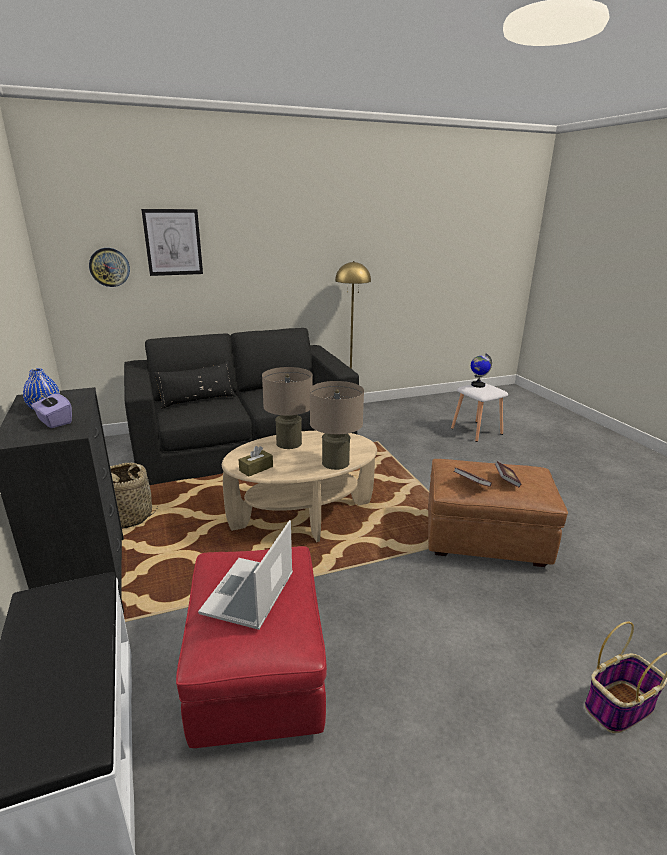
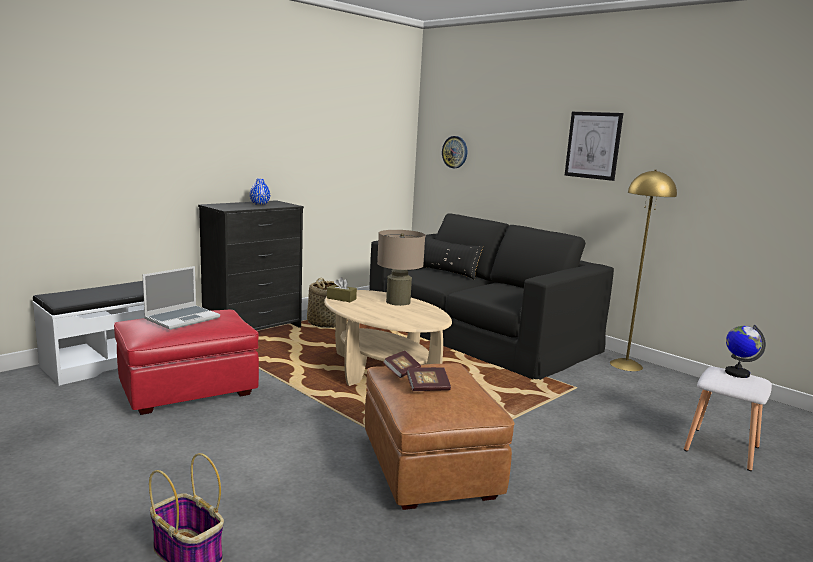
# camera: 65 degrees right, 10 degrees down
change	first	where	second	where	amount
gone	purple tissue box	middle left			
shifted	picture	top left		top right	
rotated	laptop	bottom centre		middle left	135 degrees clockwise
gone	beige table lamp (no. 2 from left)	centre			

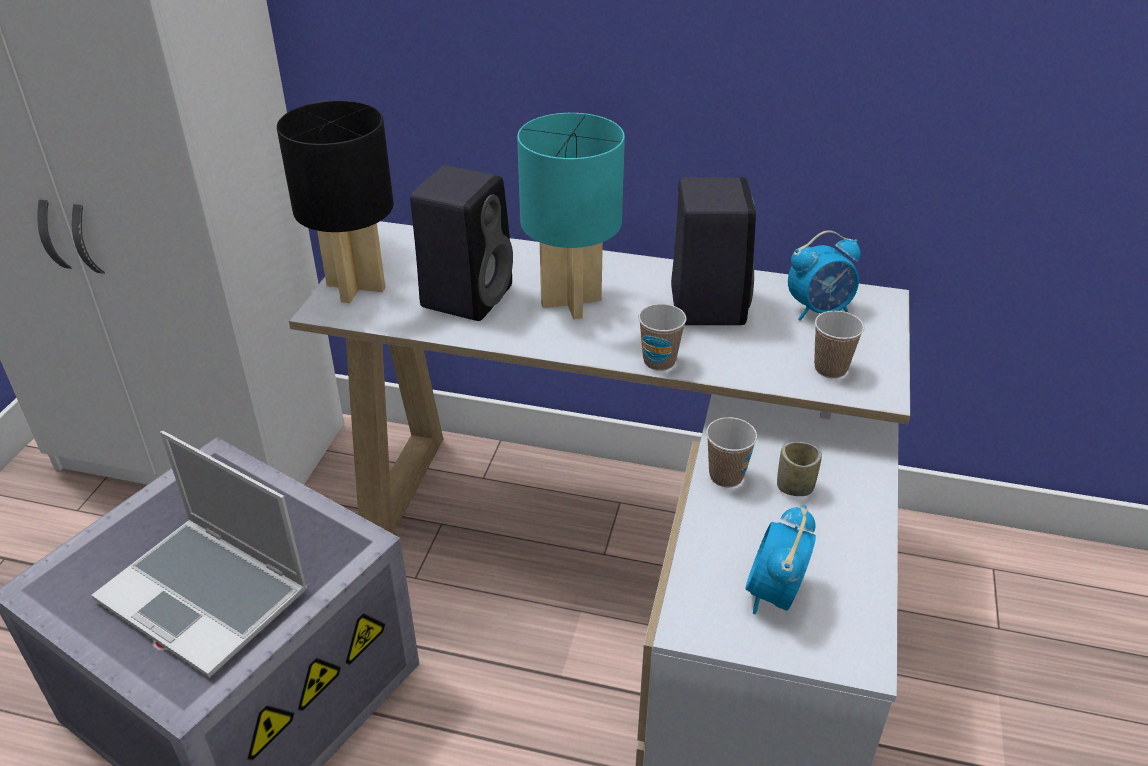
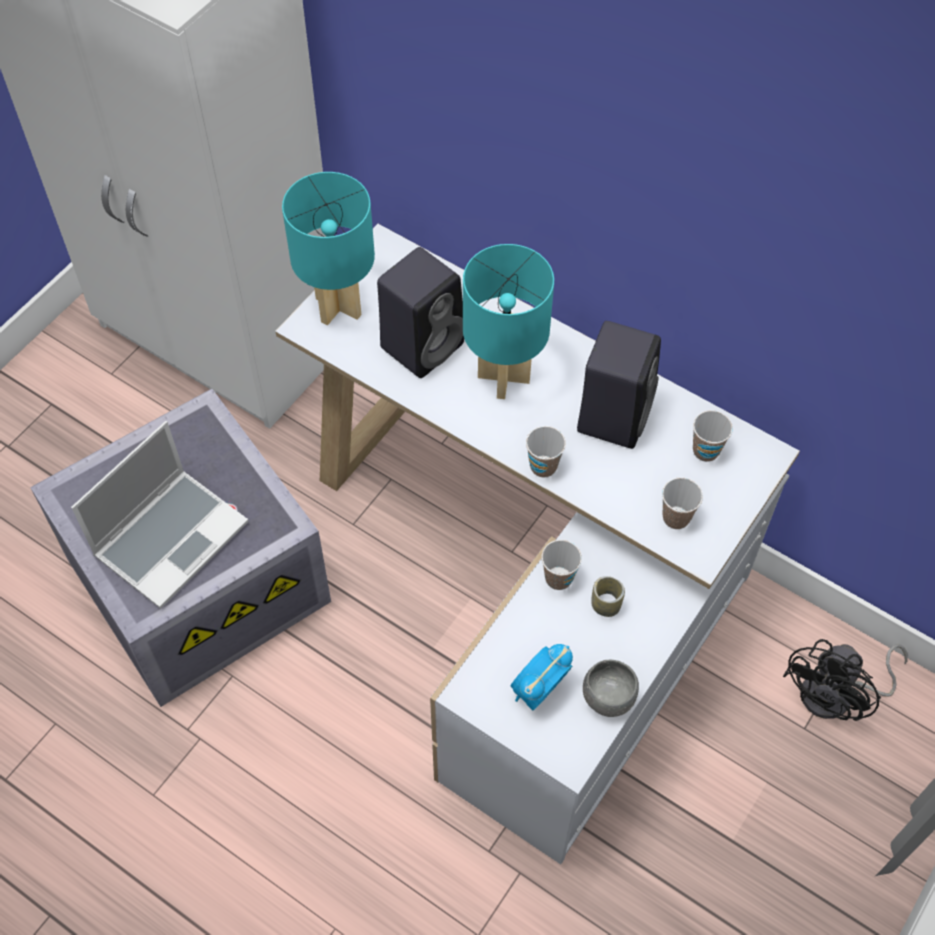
# camera: 20 degrees right, 20 degrees up
change	first	where	second	where	amount
rotated	laptop	bottom left		middle left	105 degrees counterclockwise
repainted	black table lamp	top left	turquoise table lamp (no. 1 from left)	top centre	
swapped	alarm clock (no. 2 from left)	middle right	cup (no. 5 from left)	middle right	
new			grey bowl	bottom centre	
new			black fan	bottom right	

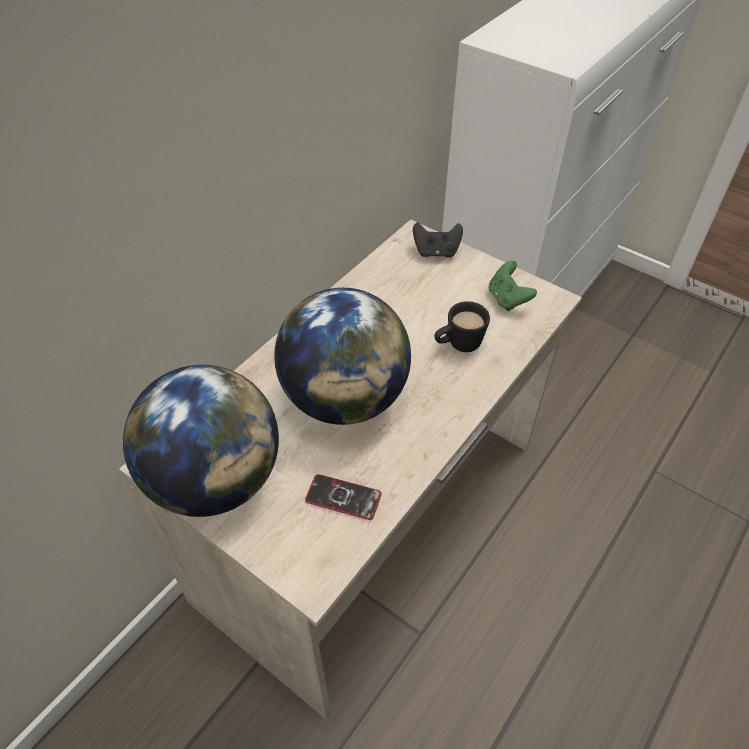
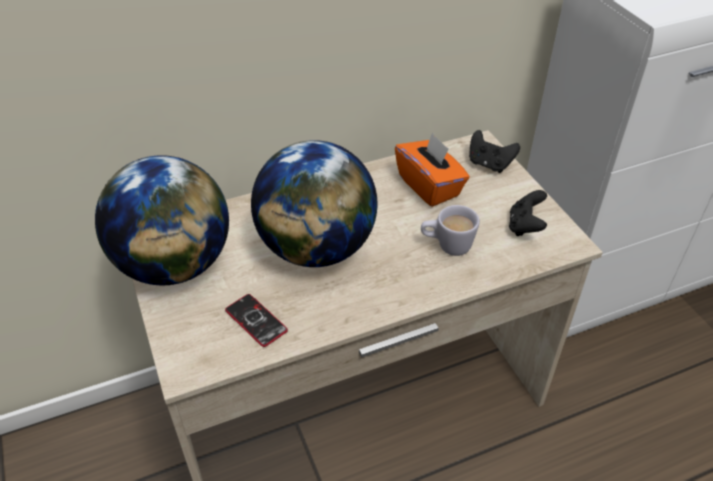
# camera: 30 degrees right, 5 degrees down
change	first	where	second	where	amount
repainted	black mug	centre	white mug	centre	
repainted	green game controller	middle right	black game controller (no. 2 from left)	middle right	
new			orange tissue box	centre	

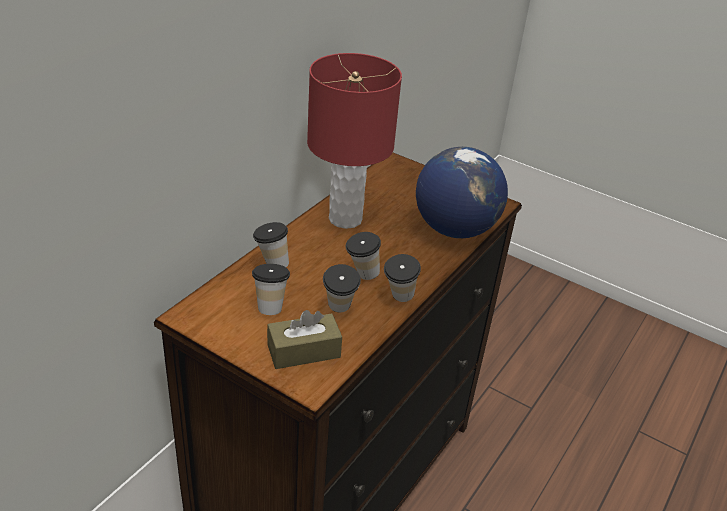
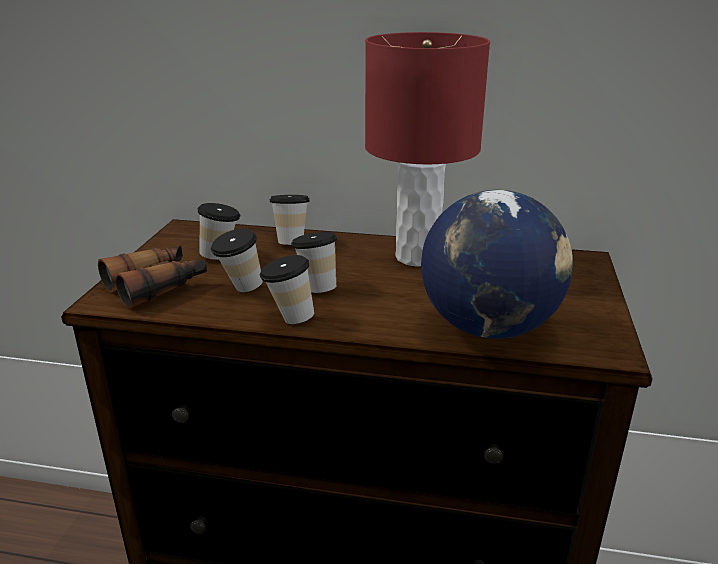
# camera: 70 degrees right, 10 degrees down
change	first	where	second	where	amount
swapped	brown tissue box	centre	binoculars	middle left	

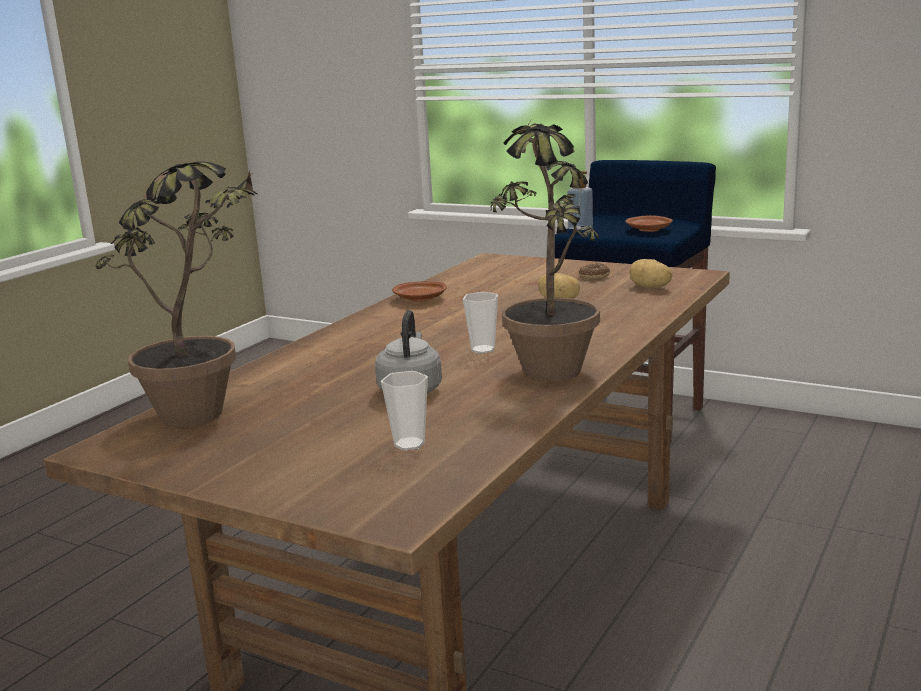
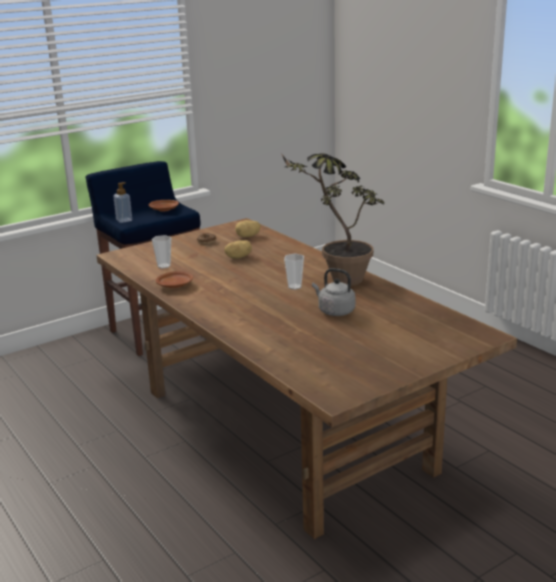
# camera: 65 degrees left, 5 degrees up
change	first	where	second	where	amount
gone	potted plant (no. 1 from left)	middle left			
shifted	cup (no. 1 from left)	centre		middle left	

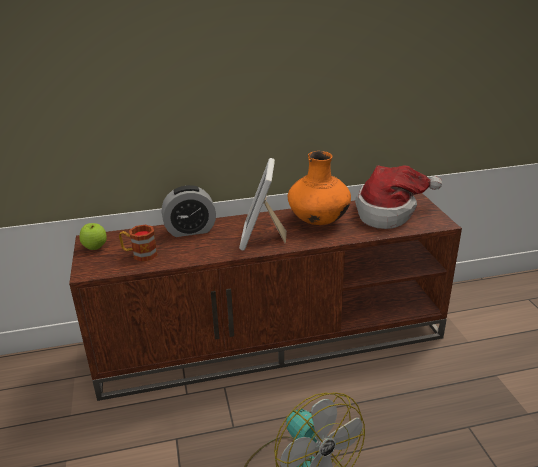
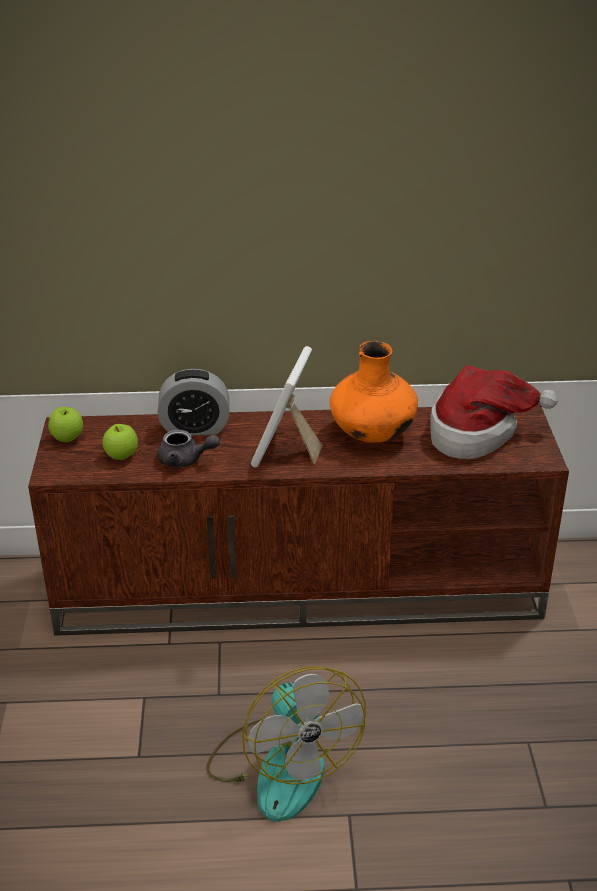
# camera: 10 degrees right, 5 degrees up
change	first	where	second	where	amount
swapped	mug	middle left	apple (no. 2 from left)	middle left	
new			grey teapot	middle left	

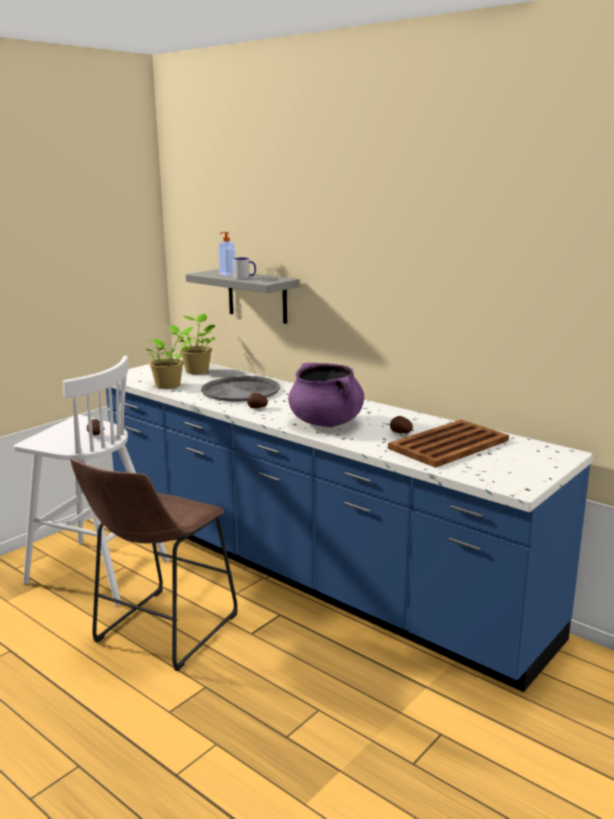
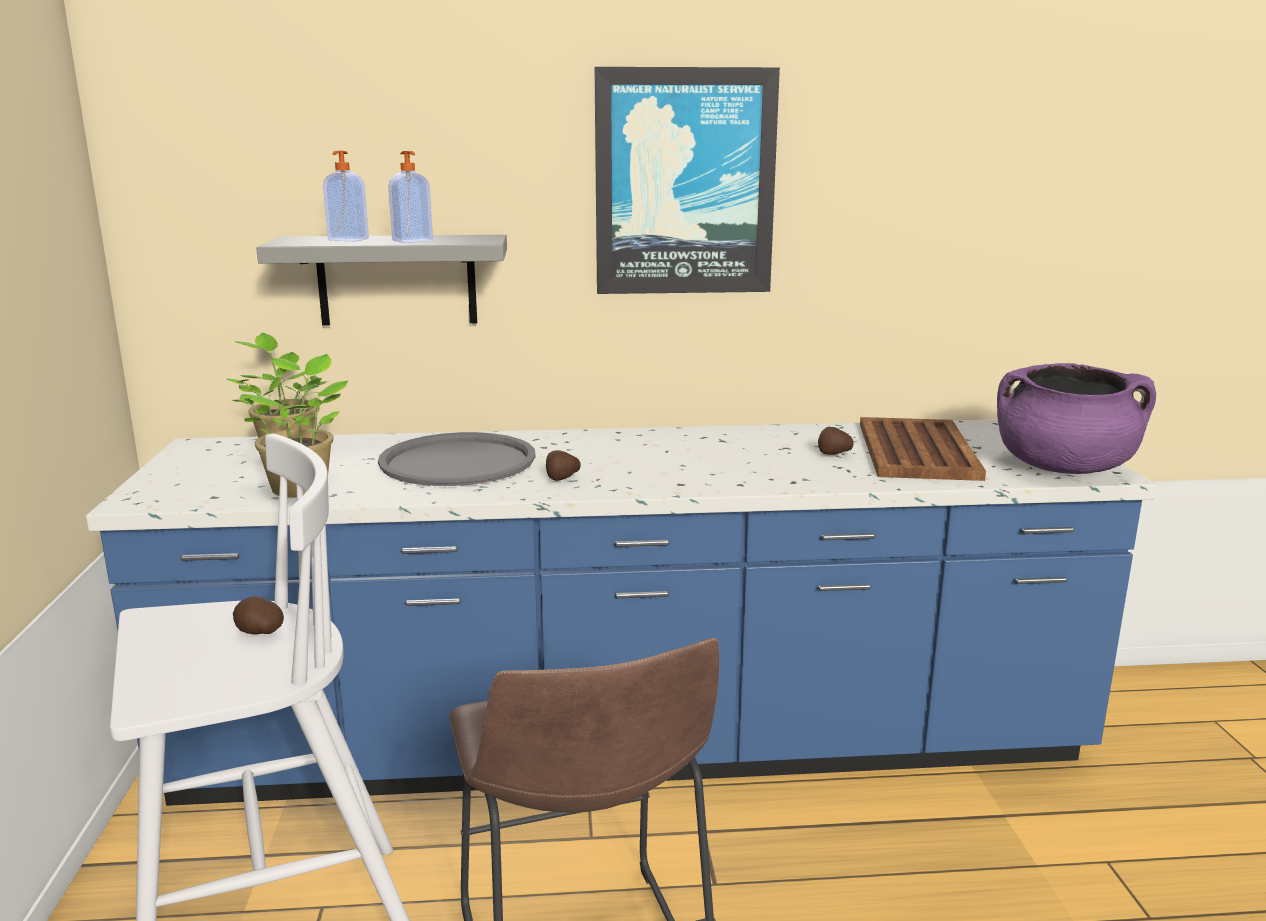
# camera: 45 degrees left, 0 degrees up
change	first	where	second	where	amount
swapped	mug	top centre	soap dispenser (no. 2 from left)	top left	
shifted	purple cooking pot	centre		middle right	
new			picture	top centre	

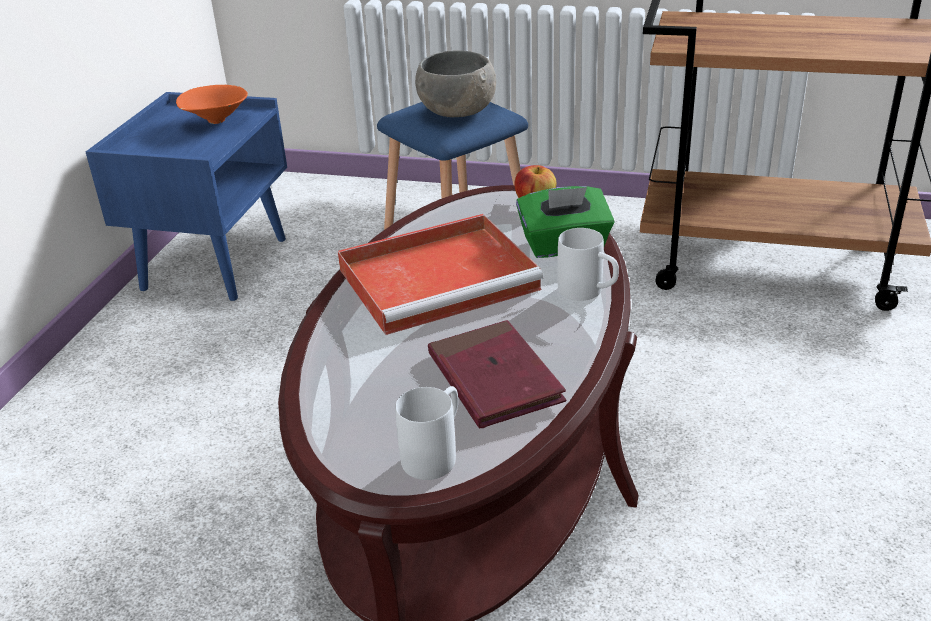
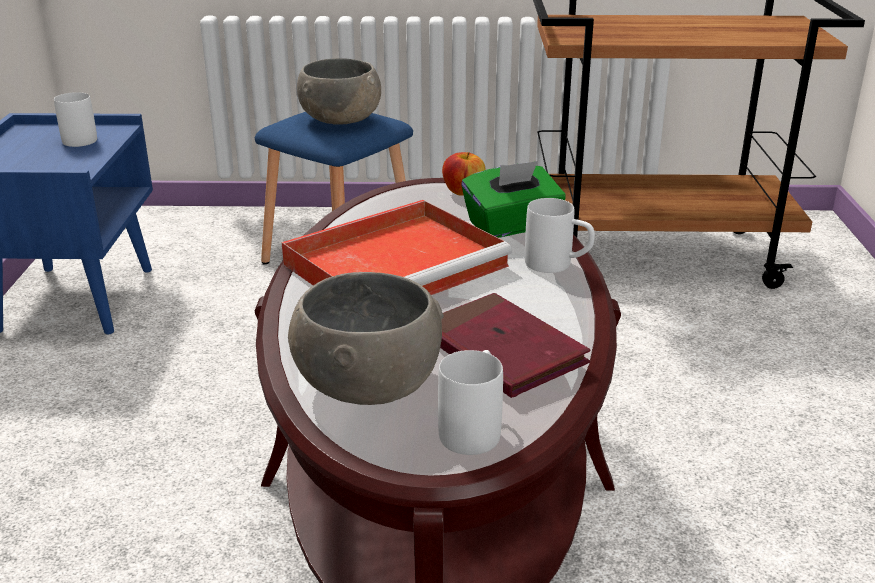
# camera: 15 degrees left, 5 degrees down
change	first	where	second	where	amount
swapped	orange bowl	top left	white mug (no. 1 from left)	top left	
new			grey bowl (no. 2 from left)	centre	

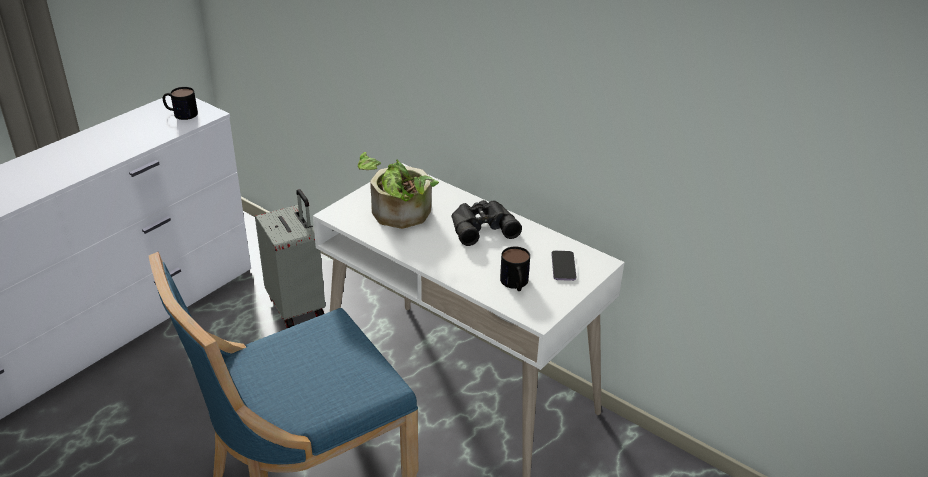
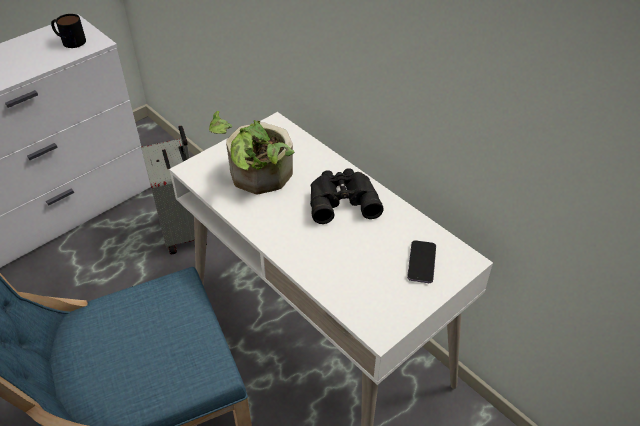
# camera: 10 degrees right, 10 degrees up
change	first	where	second	where	amount
gone	mug (no. 2 from left)	centre			

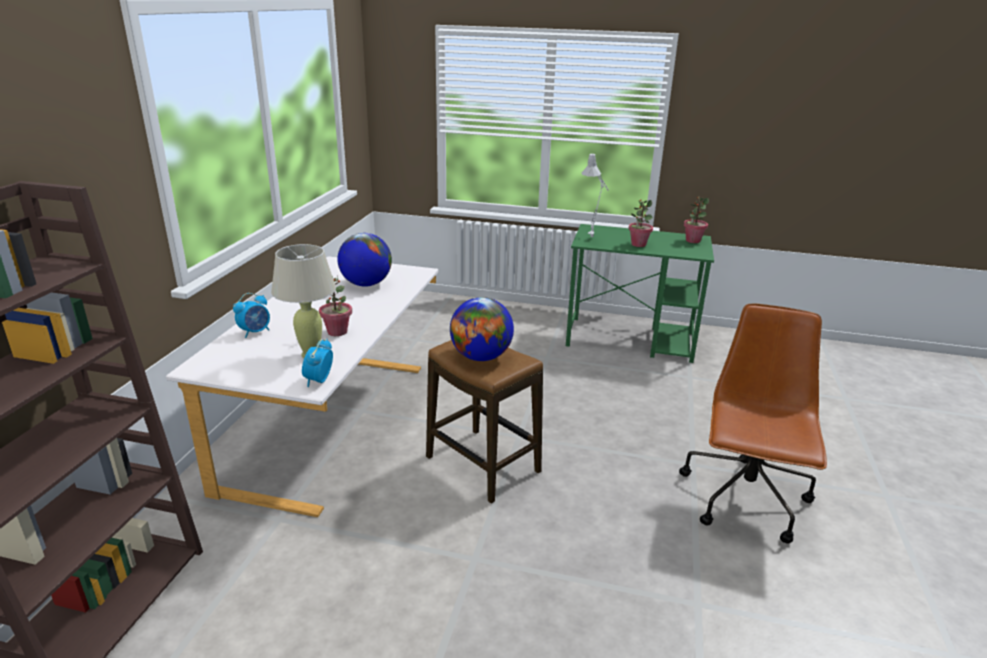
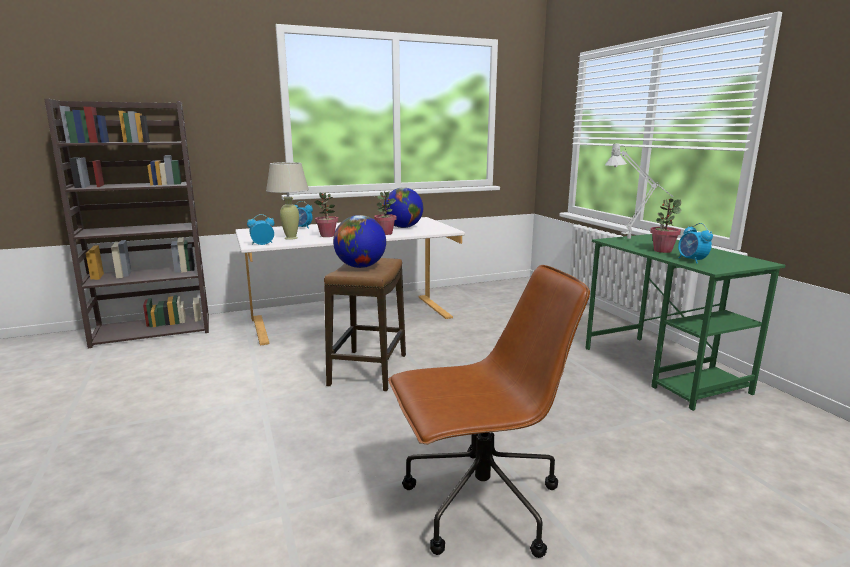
# camera: 55 degrees right, 10 degrees down
change	first	where	second	where	amount
shifted	potted plant (no. 3 from left in the first image)	middle right	potted plant (no. 2 from left)	centre	
new			alarm clock (no. 3 from left)	middle right	

